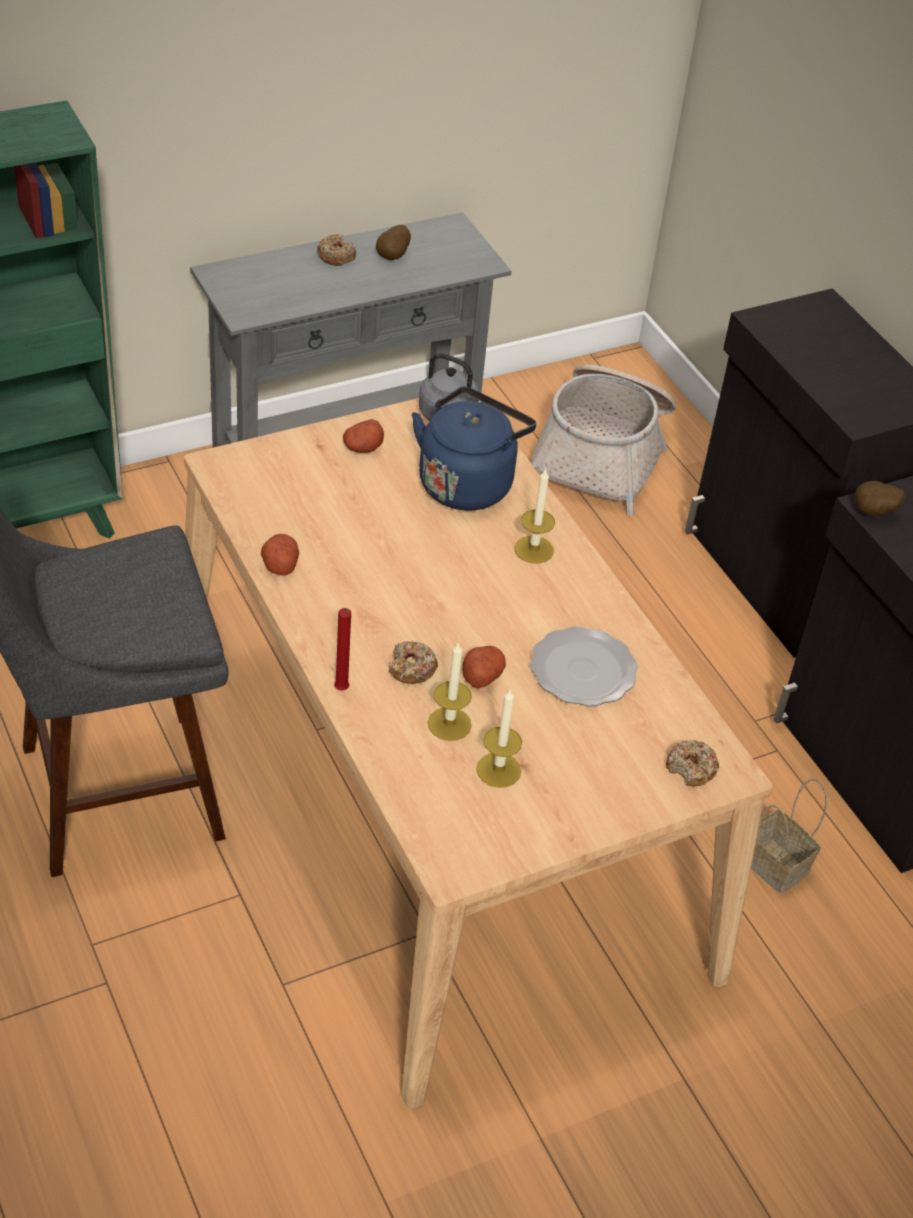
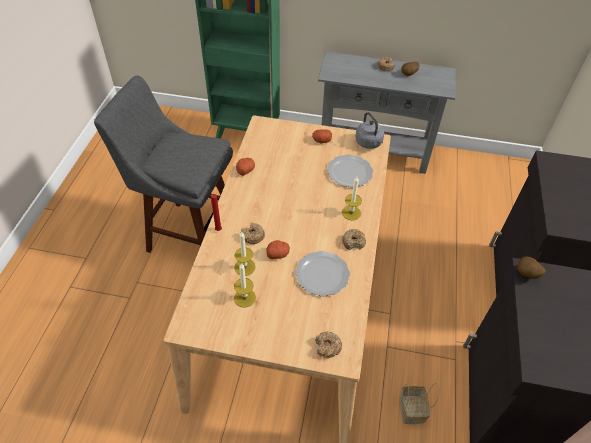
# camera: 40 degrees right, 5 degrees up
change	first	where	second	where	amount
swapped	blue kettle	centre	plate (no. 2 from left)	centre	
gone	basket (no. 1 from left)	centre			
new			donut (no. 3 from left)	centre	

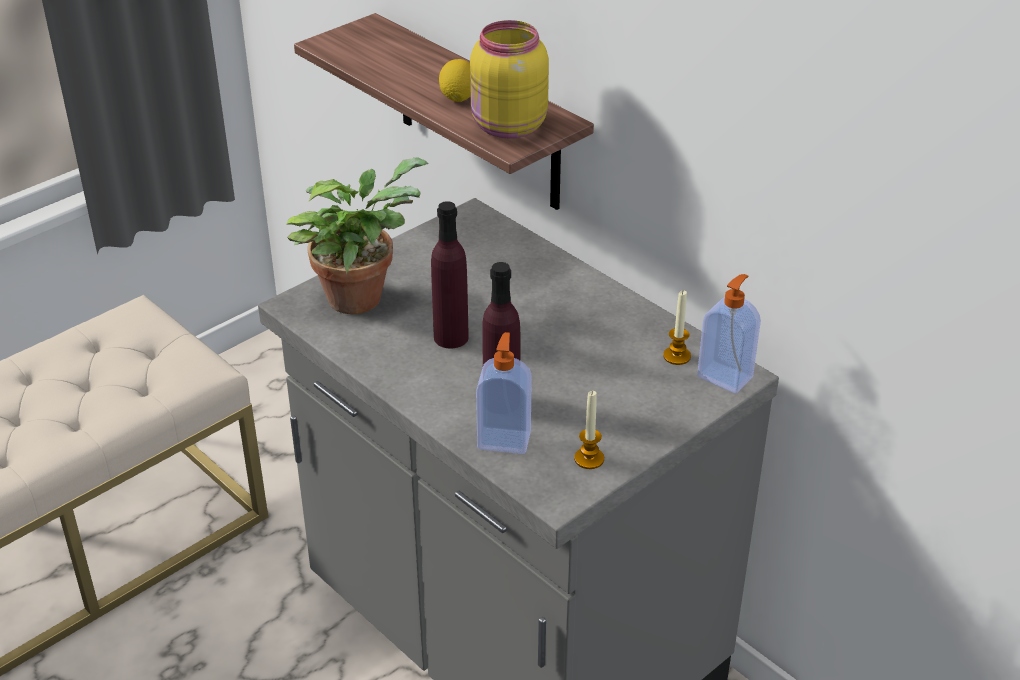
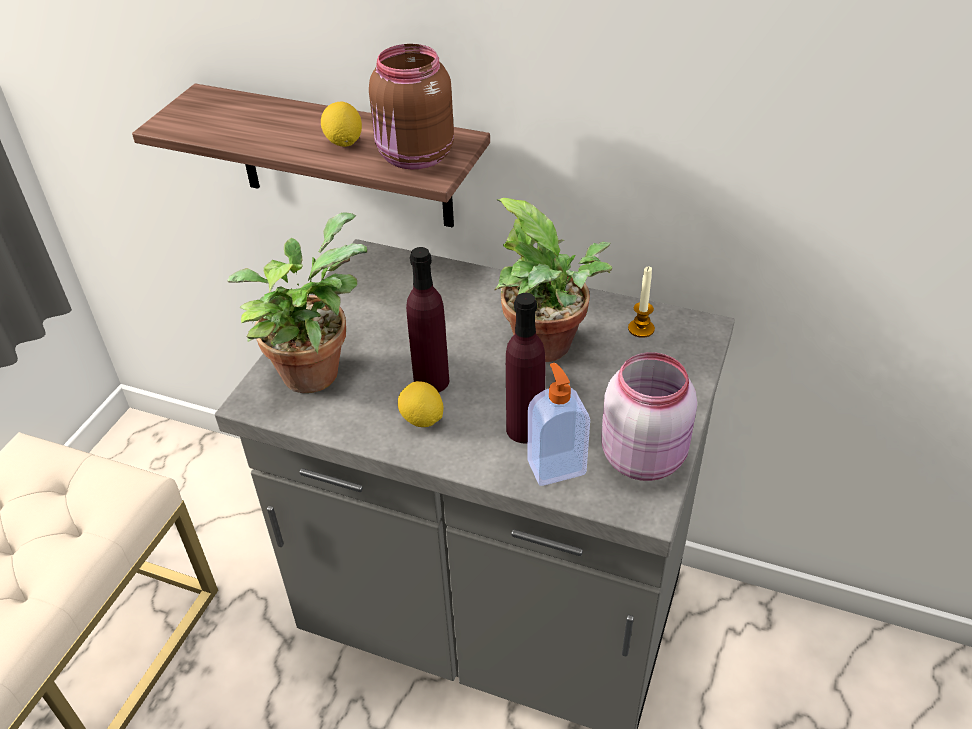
# camera: 25 degrees left, 5 degrees up
change	first	where	second	where	amount
repainted	yellow jar	top centre	brown jar	top centre	
swapped	candle (no. 1 from left)	centre	pink jar	middle right	
gone	soap dispenser (no. 2 from left)	middle right			
new			lemon (no. 2 from left)	centre	
new			potted plant (no. 2 from left)	centre	

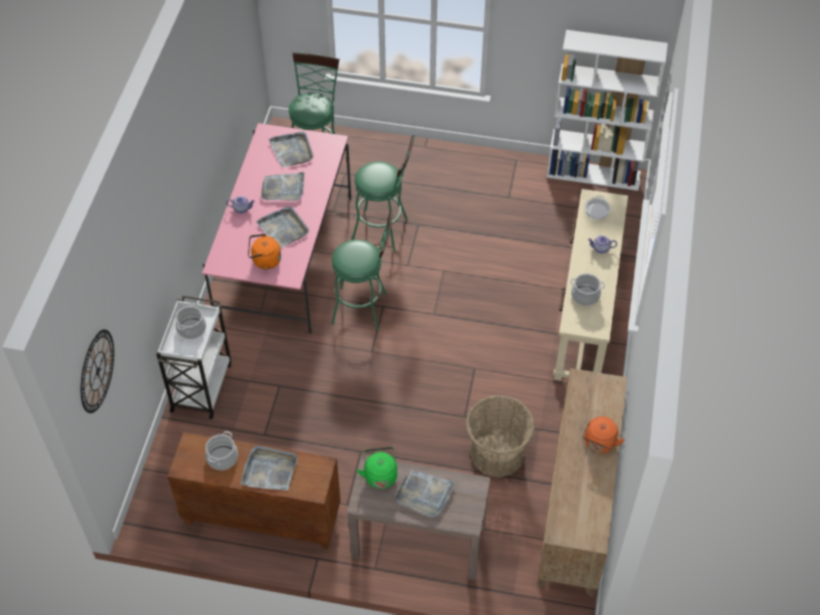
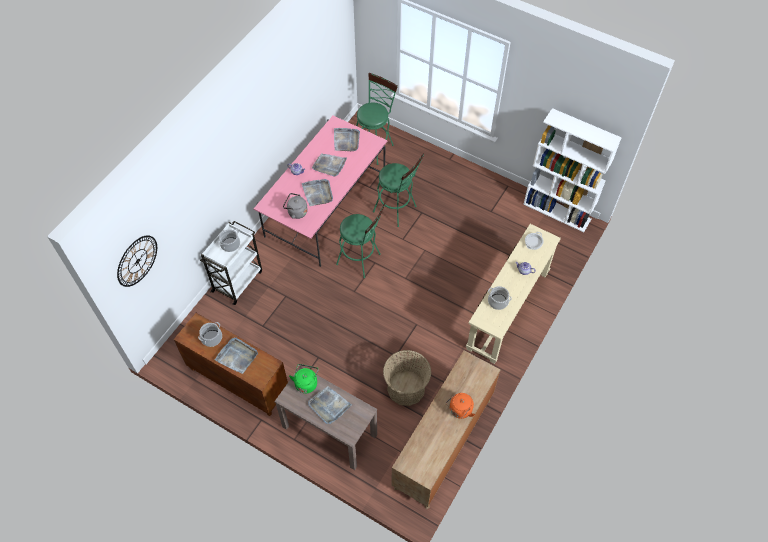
# camera: 20 degrees right, 5 degrees up
change	first	where	second	where	amount
repainted	orange kettle (no. 1 from left)	middle left	grey kettle	centre	

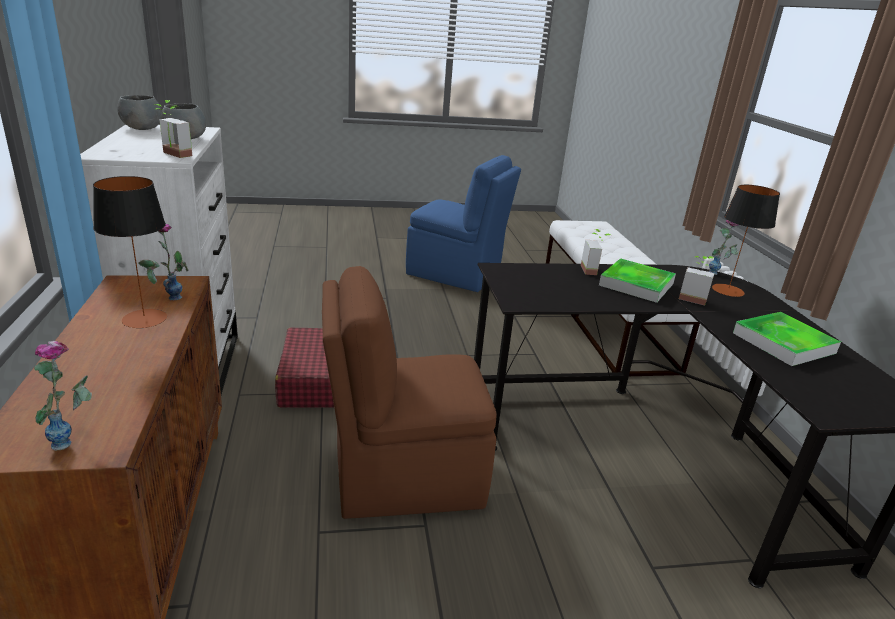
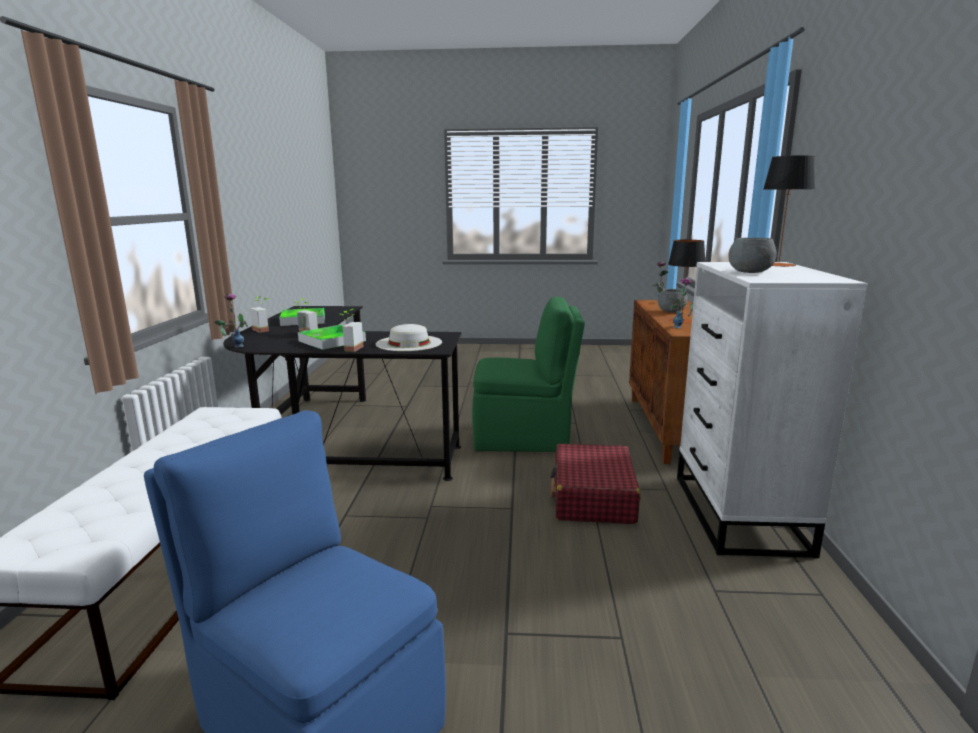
# camera: 165 degrees left, 10 degrees down
change	first	where	second	where	amount
shifted	grey bowl (no. 1 from left)	top left		middle right	
shifted	potted plant (no. 1 from left)	top left		middle left	
repainted	brown chair	centre	green chair	centre	
shifted	table lamp (no. 2 from left)	middle right		top right	
new			white hat	centre	

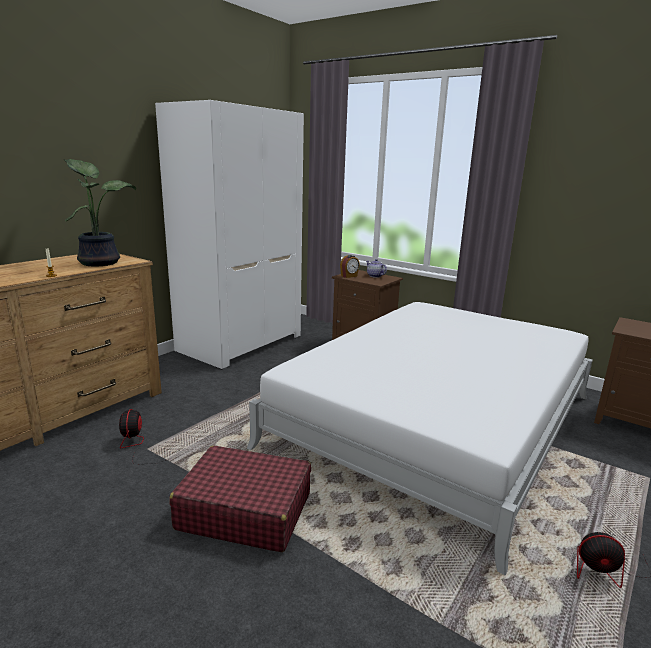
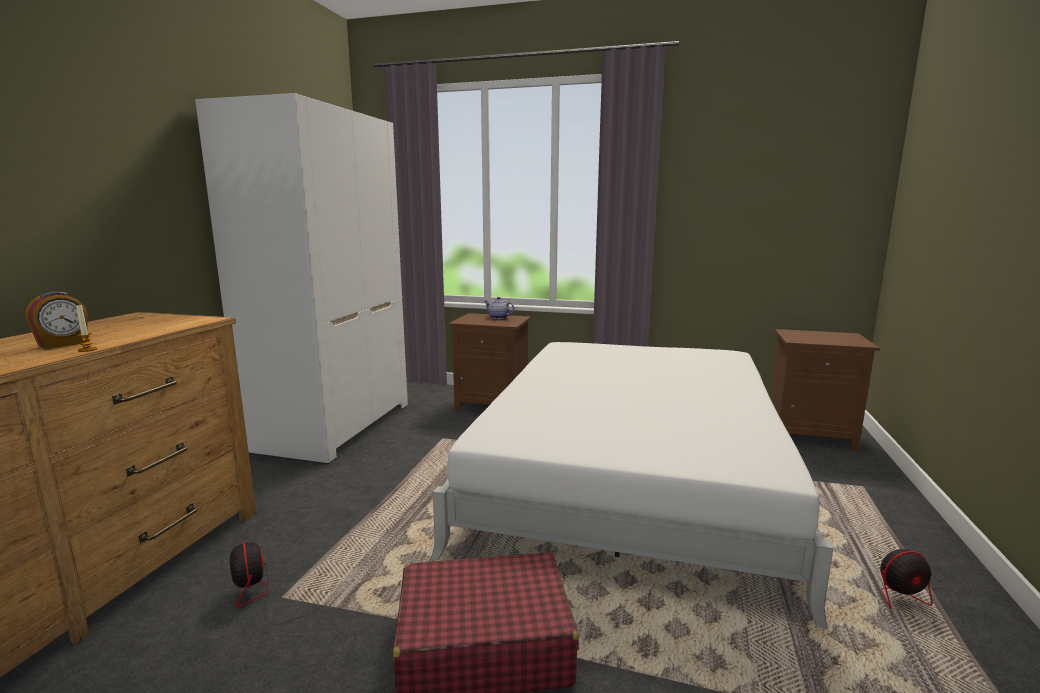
# camera: 20 degrees left, 5 degrees down
change	first	where	second	where	amount
gone	potted plant	top left			
shifted	alarm clock	centre		middle left	

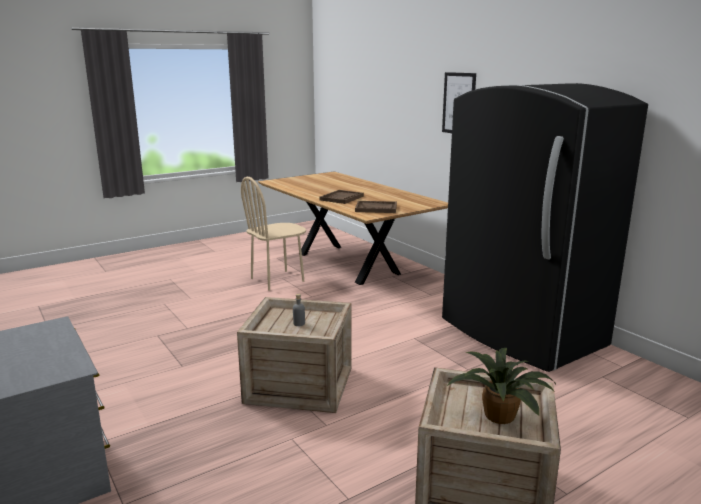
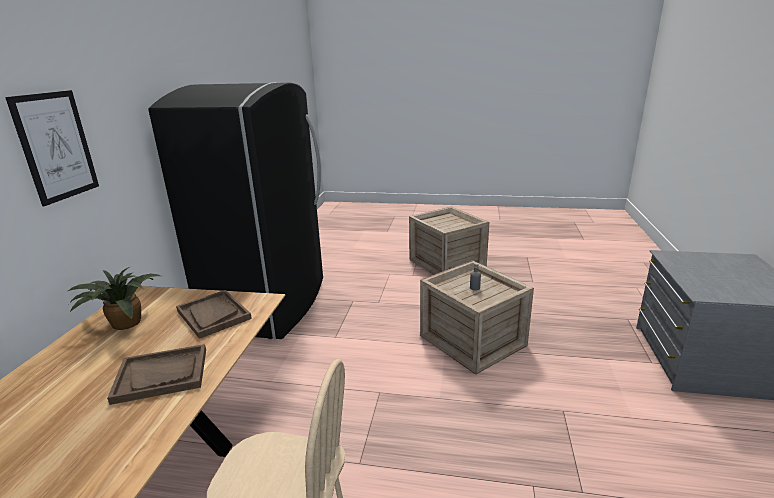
# camera: 135 degrees left, 5 degrees up
change	first	where	second	where	amount
shifted	potted plant	bottom right		middle left	

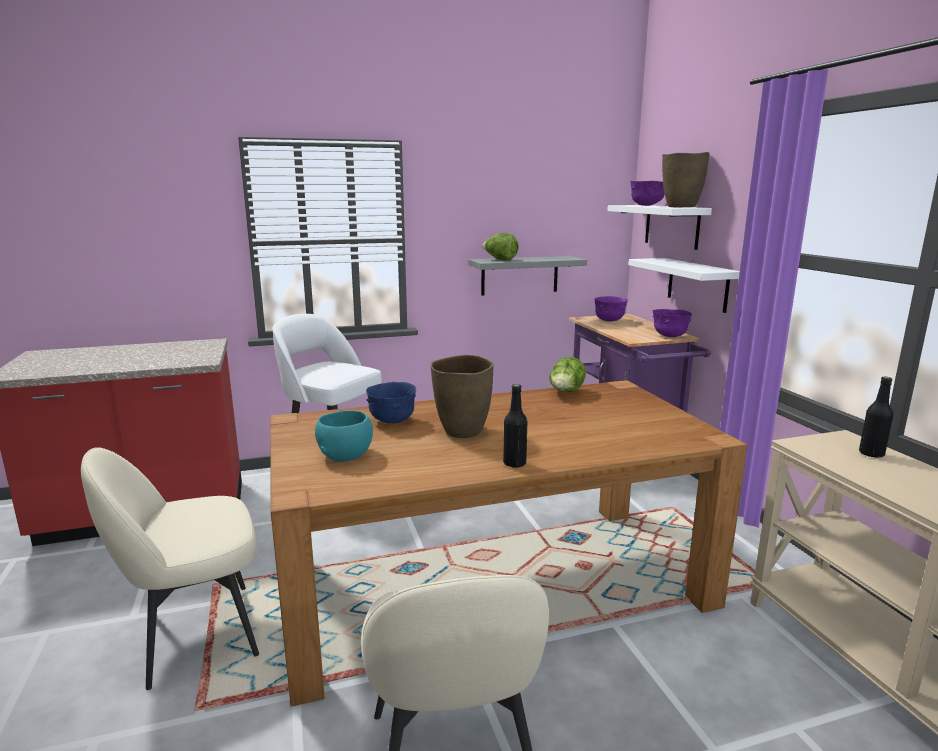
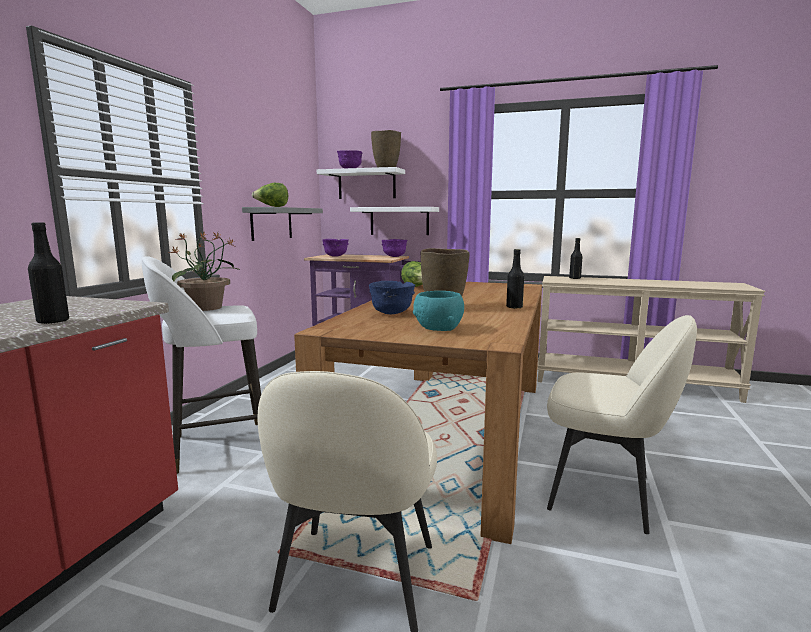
# camera: 55 degrees left, 5 degrees down
change	first	where	second	where	amount
new			black bottle (no. 1 from left)	middle left	
new			potted plant	middle left	

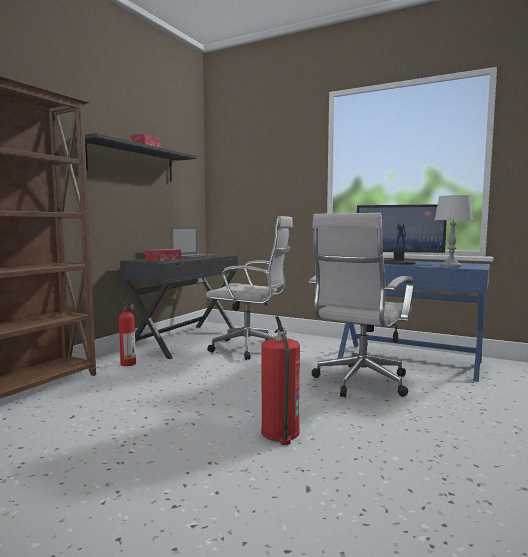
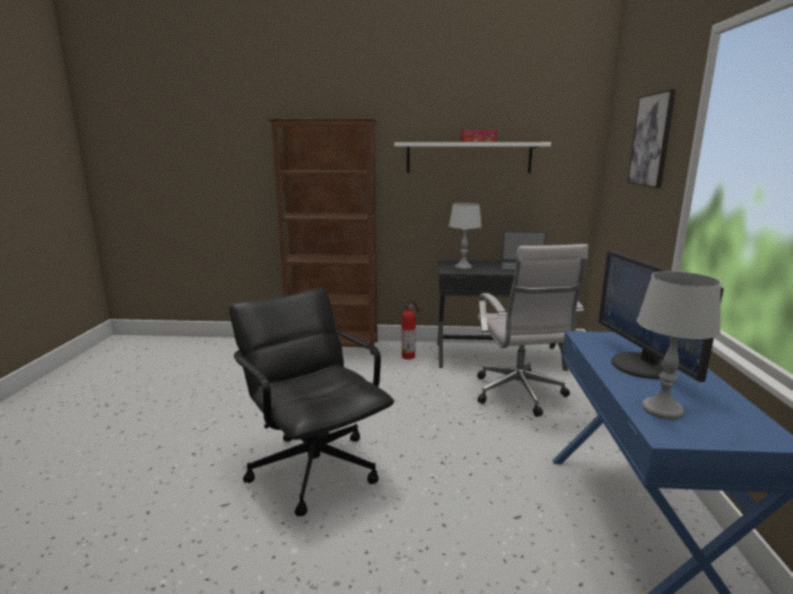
# camera: 65 degrees right, 10 degrees up
change	first	where	second	where	amount
repainted	black shelf	top left	white shelf	top centre	
swapped	tissue box (no. 2 from left)	middle left	grey table lamp (no. 1 from left)	centre	
swapped	fire extinguisher (no. 2 from left)	bottom centre	black office chair	bottom centre	
gone	white office chair (no. 2 from left)	middle right			
new			picture	top right	

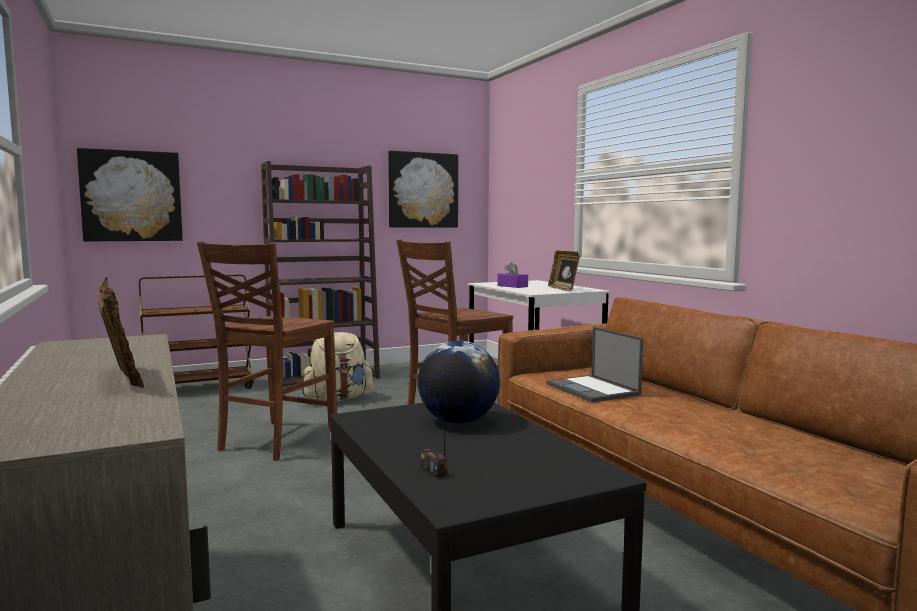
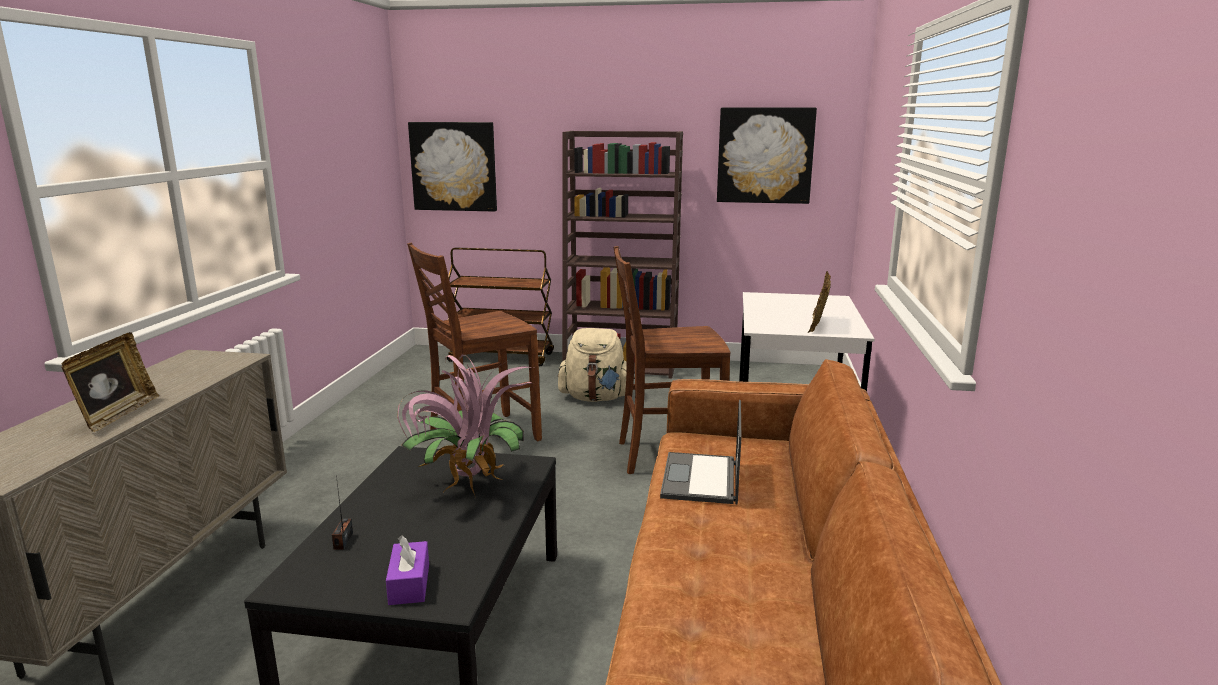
# camera: 35 degrees right, 10 degrees up
change	first	where	second	where	amount
swapped	globe	centre	potted plant	centre	
shifted	purple tissue box	centre		bottom centre	

